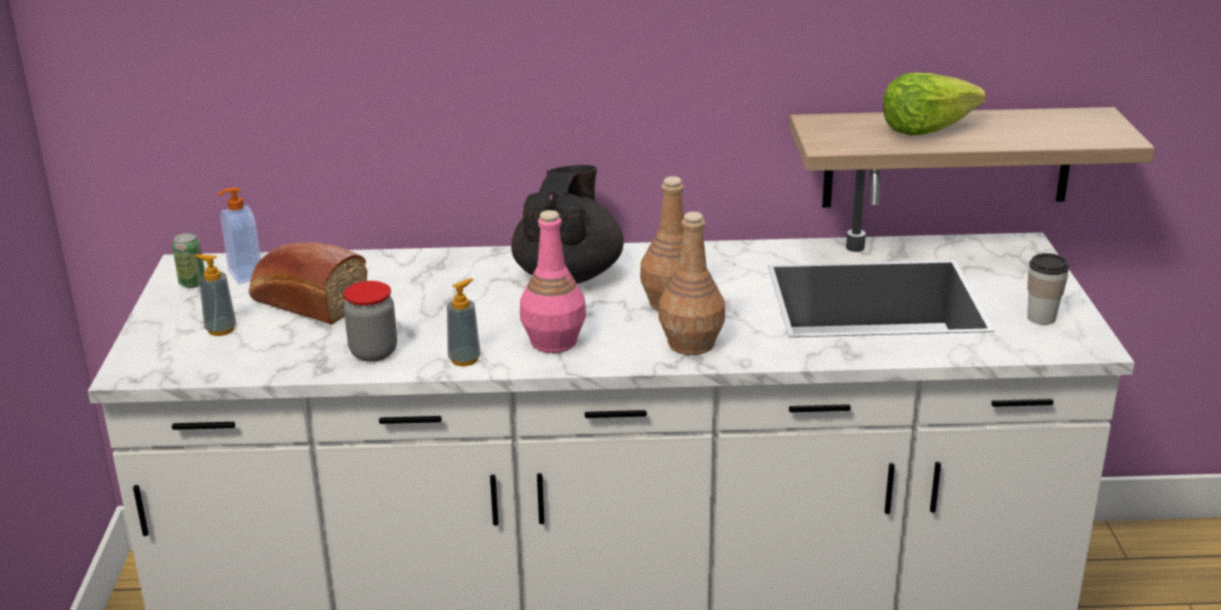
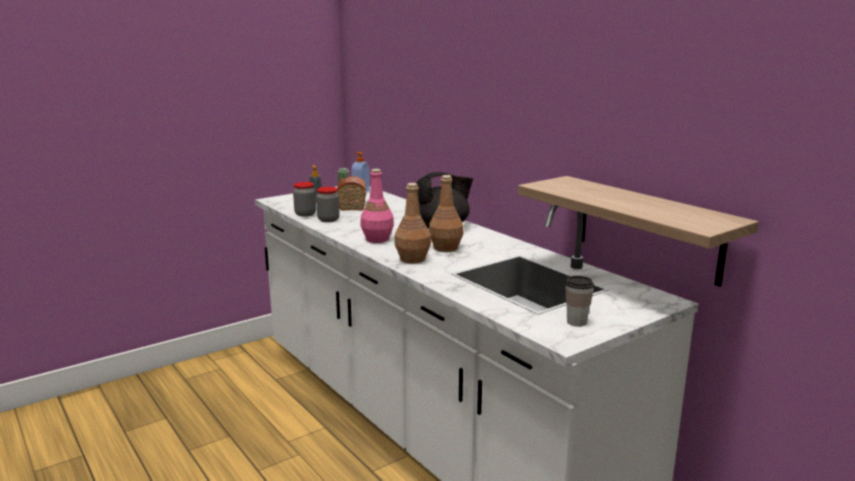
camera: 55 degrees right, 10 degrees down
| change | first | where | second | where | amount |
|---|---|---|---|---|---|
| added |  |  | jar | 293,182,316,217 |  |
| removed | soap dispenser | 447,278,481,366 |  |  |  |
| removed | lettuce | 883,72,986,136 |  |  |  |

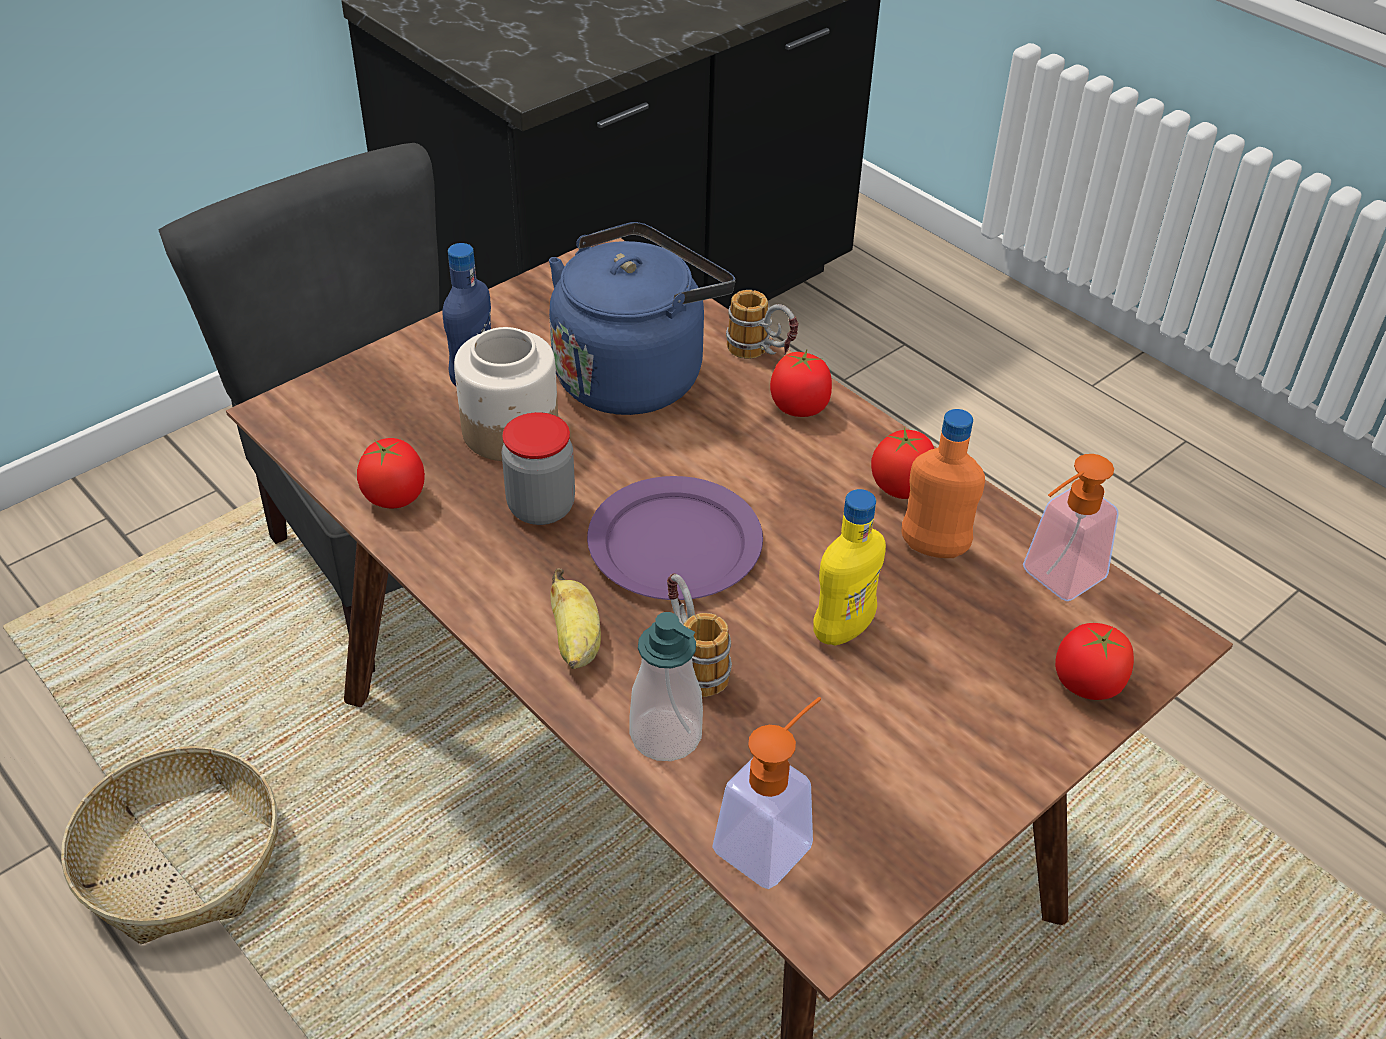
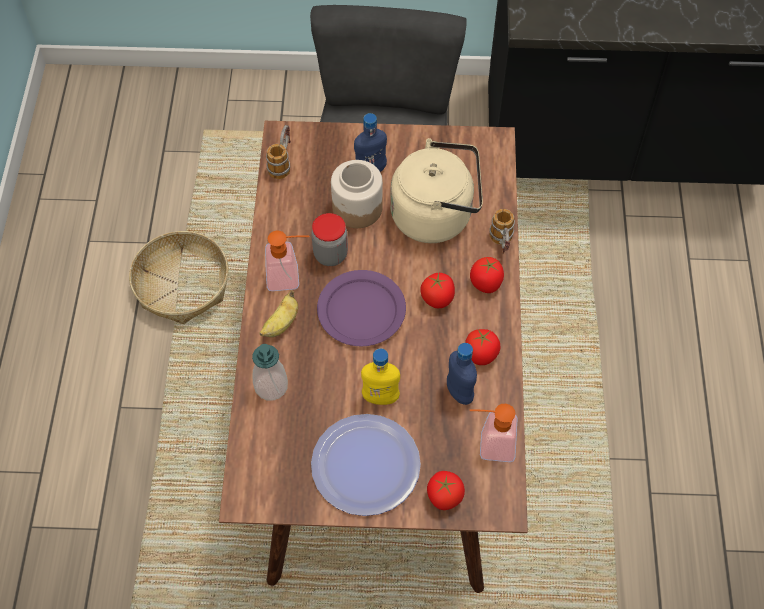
camera: 45 degrees right, 15 degrees up
| change | first | where | second | where | amount |
|---|---|---|---|---|---|
| moved | soap dispenser | 712,697,821,889 |  | 265,231,309,291 |  |
| moved | mug | 667,573,732,697 |  | 266,125,291,179 |  |
| added |  |  | plate | 311,414,421,516 |  |
| recoloured | kettle (blue) | 549,222,735,415 | kettle (beige) | 390,138,483,243 |  |
| moved | tomato | 357,438,425,508 |  | 420,273,455,308 |  |
| recoloured | bottle (orange) | 902,409,985,558 | bottle (blue) | 447,343,477,405 |  |

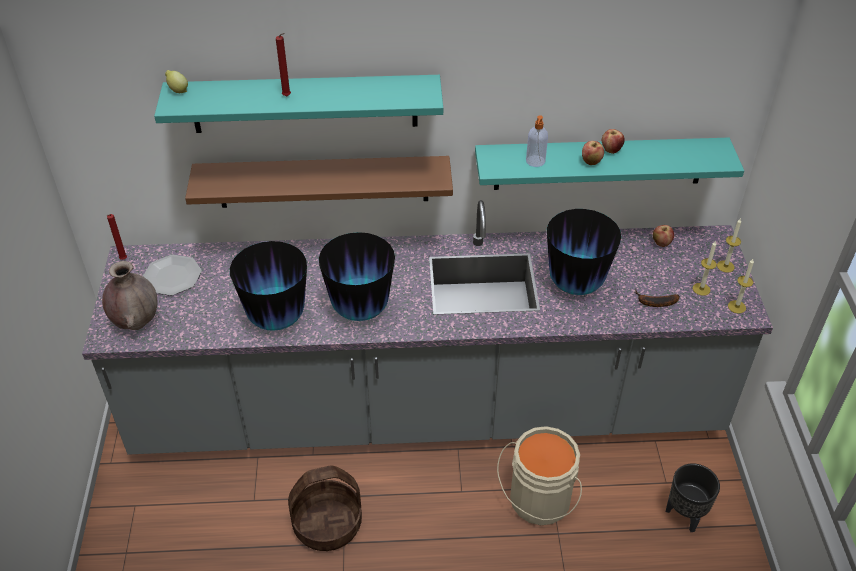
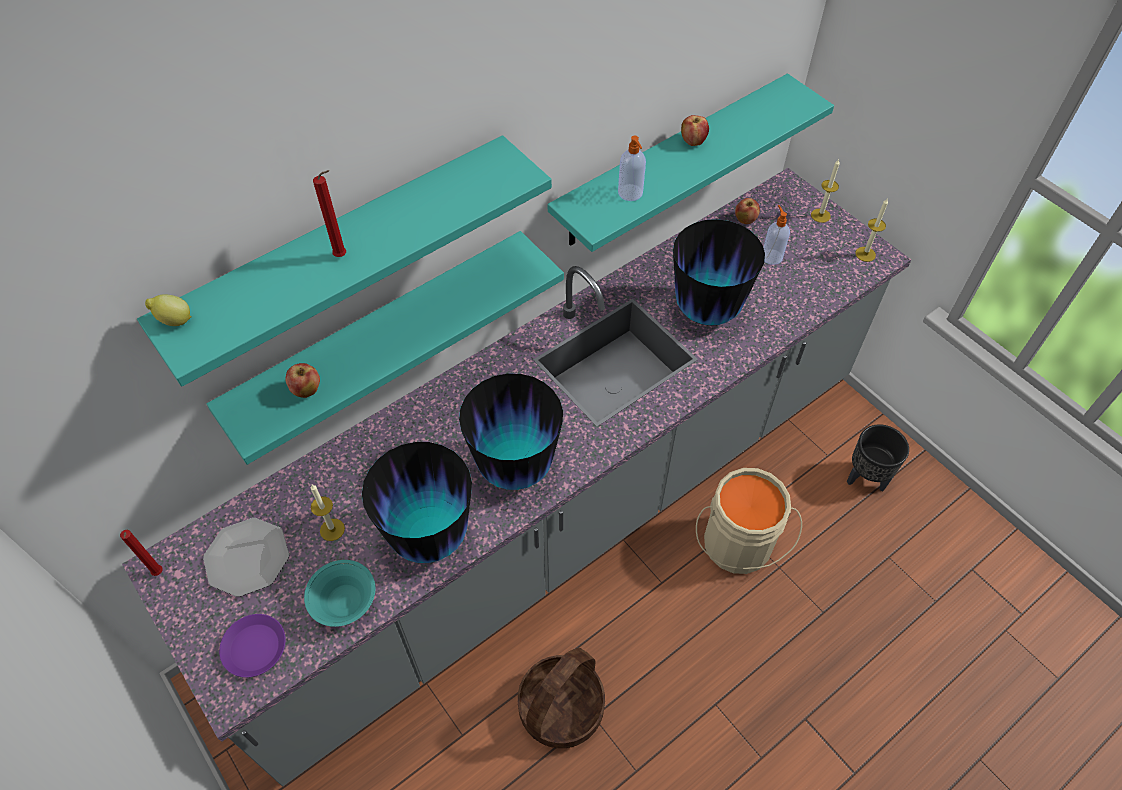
camera: 35 degrees left, 10 degrees up
| change | first | where | second | where | amount |
|---|---|---|---|---|---|
| recoloured | shelf (brown) | 185,156,453,208 | shelf (turquoise) | 207,231,564,465 |  |
| replaced | vase (brown) | 102,261,157,330 | plate (purple) | 219,614,286,677 |  |
| moved | apple | 582,141,604,165 |  | 285,363,320,398 |  |
| added |  |  | bowl (turquoise) | 304,560,375,627 |  |
| moved | candle | 693,241,717,296 |  | 311,485,345,541 |  |
| added |  |  | soap dispenser | 763,205,790,265 |  |
| removed | banana | 635,291,680,307 |  |  |  |

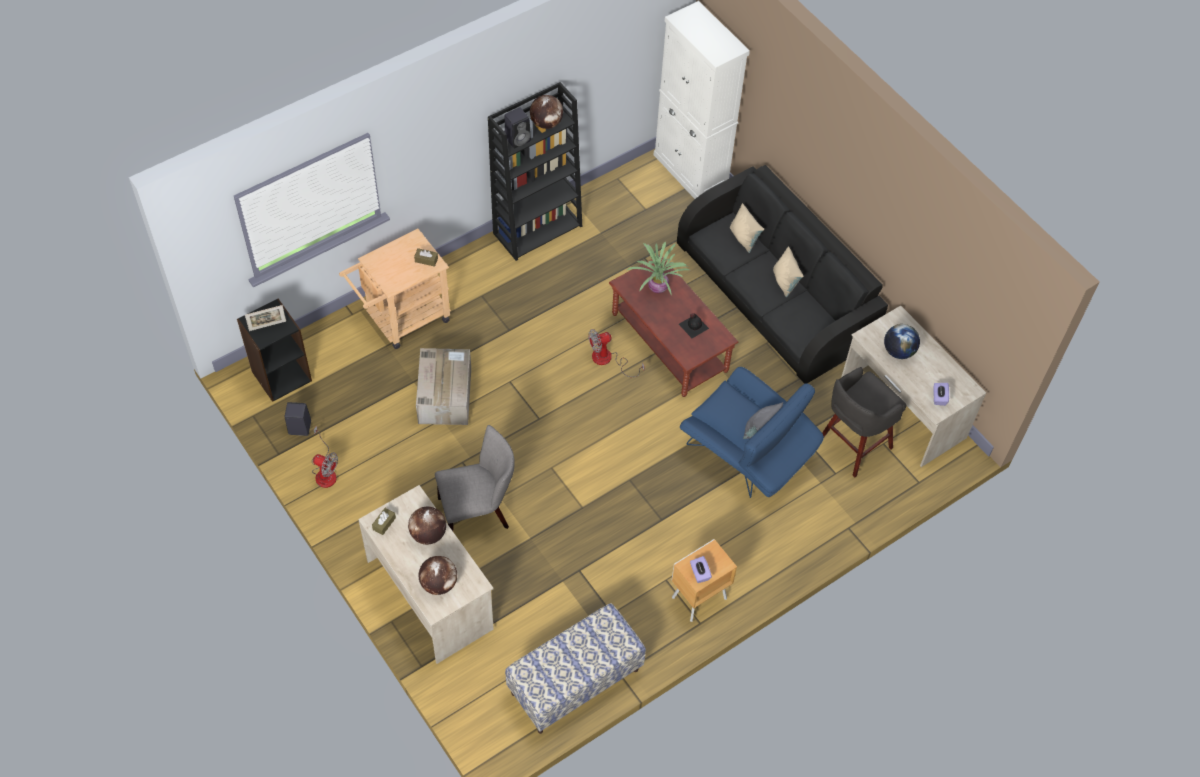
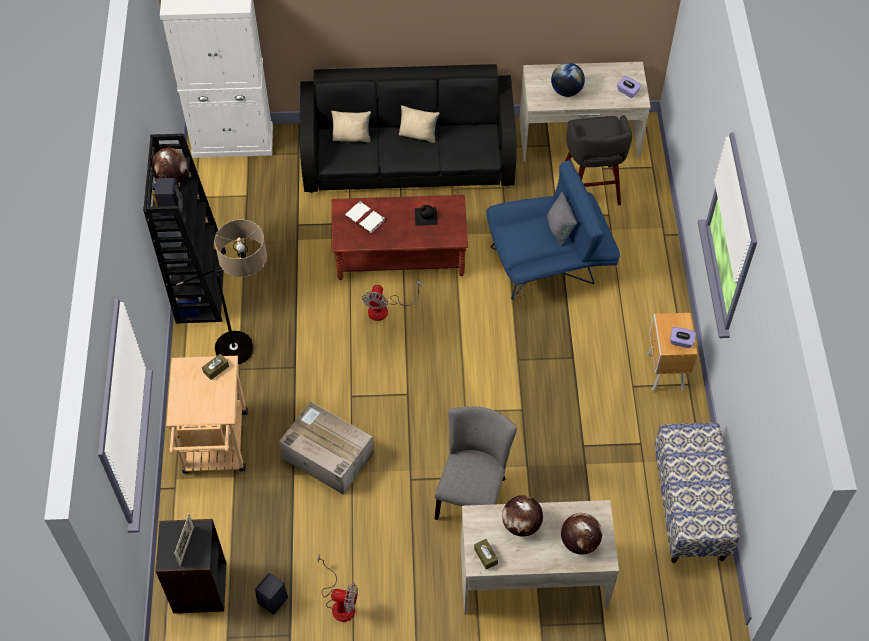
camera: 55 degrees left, 0 degrees up
| change | first | where | second | where | amount |
|---|---|---|---|---|---|
| added |  |  | floor lamp | 176,219,267,364 |  |
| turned | fan | 312,426,338,488 |  | 318,555,358,622 | 45 degrees clockwise |
| replaced | potted plant | 627,242,690,294 | book (white) | 345,201,385,233 |  |

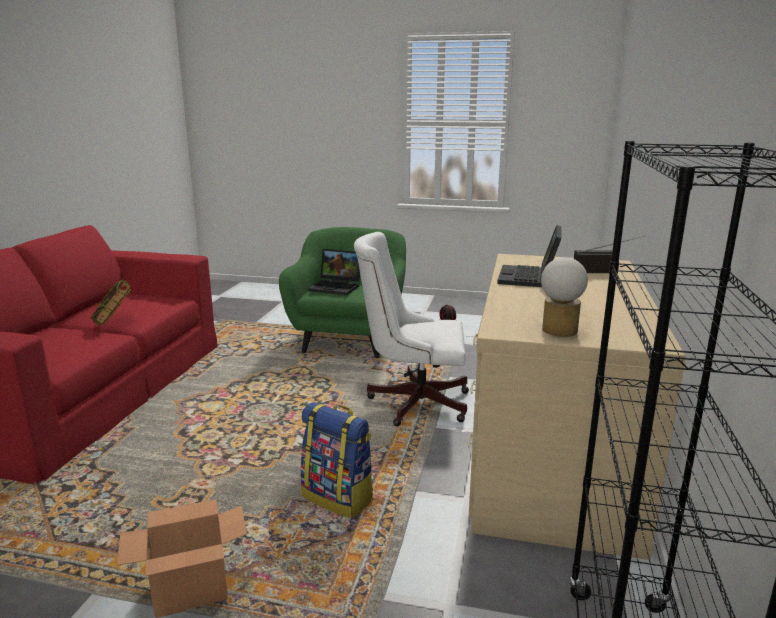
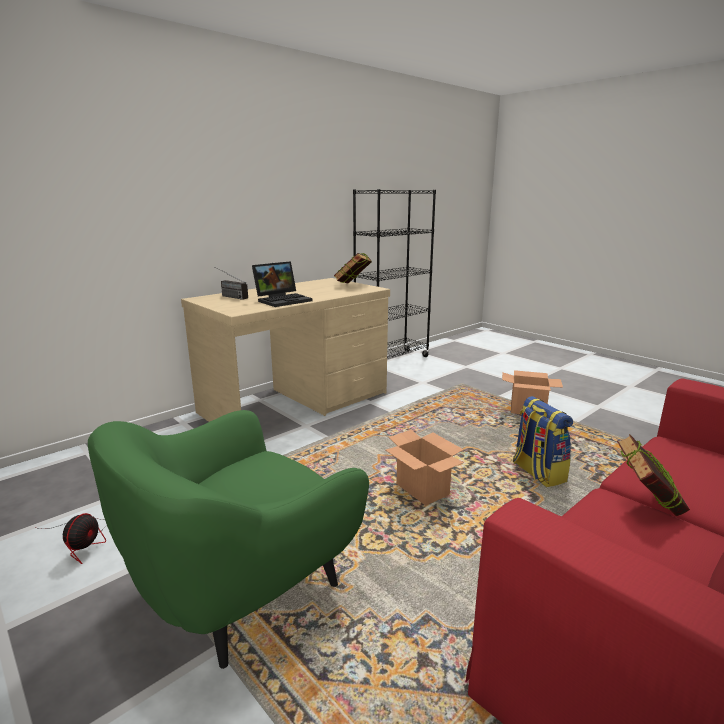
camera: 145 degrees left, 0 degrees up
| change | first | where | second | where | amount |
|---|---|---|---|---|---|
| replaced | table lamp | 541,257,588,337 | book | 334,253,372,283 |  |
| added |  |  | cardboard box | 386,430,464,505 |  |
| moved | backpack | 300,402,373,518 |  | 513,396,573,487 |  |
| removed | laptop | 308,249,360,295 |  |  |  |
| removed | office chair (white) | 354,232,469,426 |  |  |  |

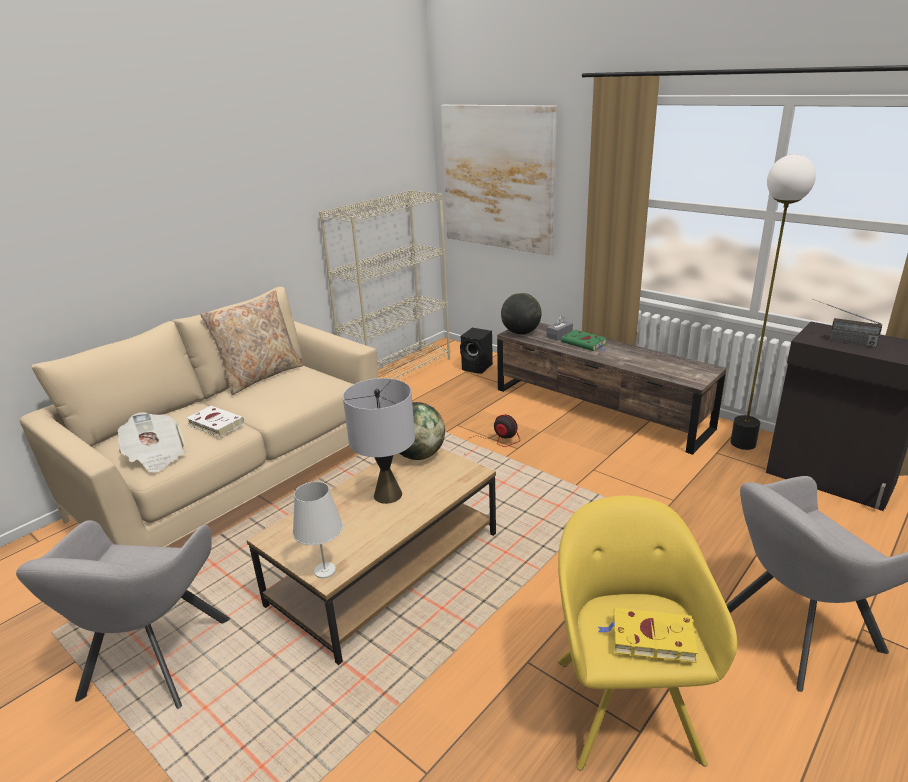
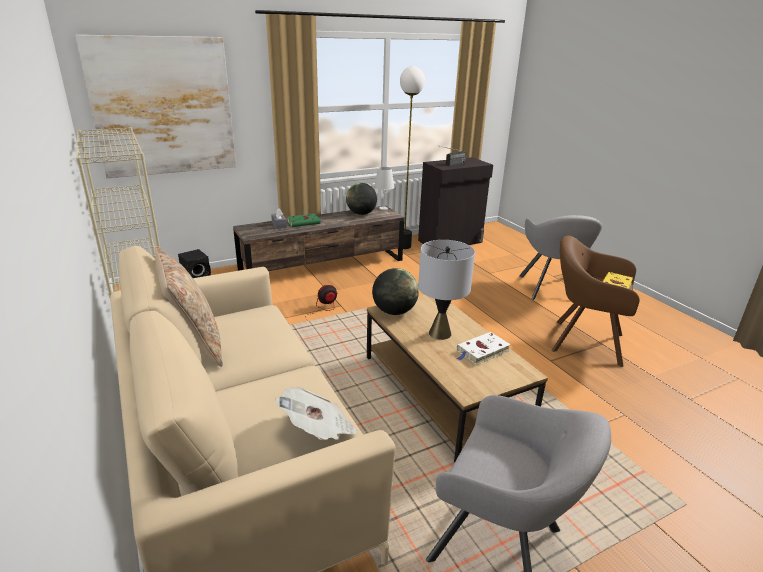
camera: 70 degrees left, 0 degrees up
| change | first | where | second | where | amount |
|---|---|---|---|---|---|
| moved | globe | 501,293,542,335 |  | 346,183,377,215 |  |
| moved | table lamp (white) | 293,481,343,579 |  | 374,167,395,210 |  |
| moved | book (white) | 186,406,244,437 |  | 456,332,511,365 |  |
| recoloured | armchair (yellow) | 558,495,737,770 | armchair (brown) | 551,235,640,367 |  |

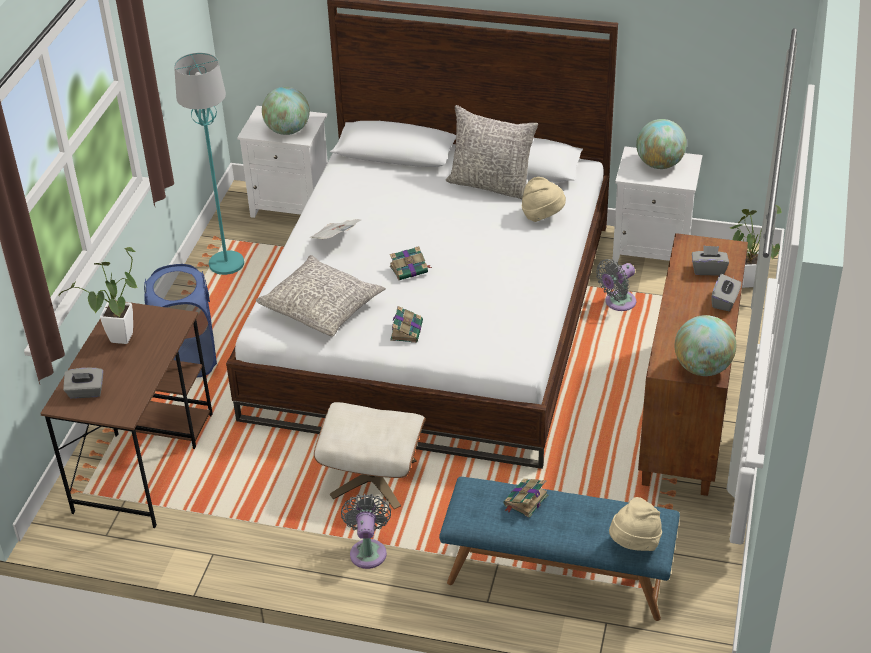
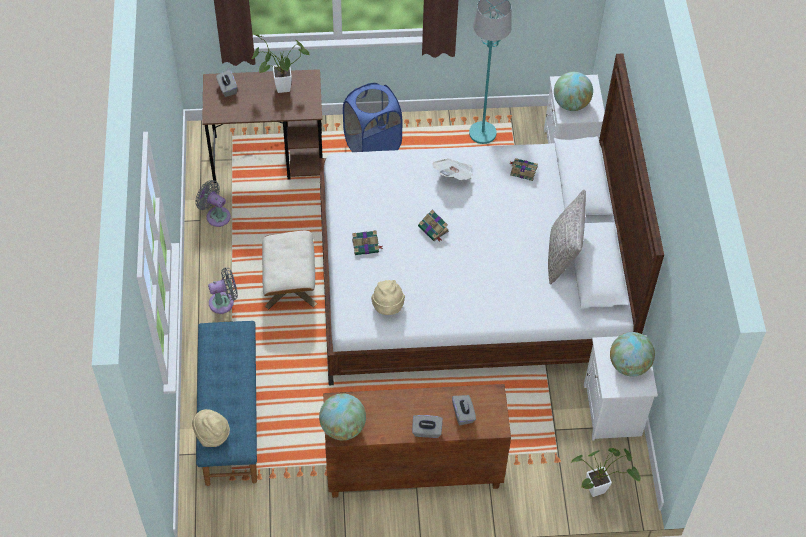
camera: 70 degrees right, 15 degrees up
| change | first | where | second | where | amount |
|---|---|---|---|---|---|
| moved | fan (grey) | 596,259,636,311 |  | 195,180,231,227 |  |
| moved | hat (beige) | 522,177,566,222 |  | 371,280,405,315 |  |
| moved | book | 503,479,548,518 |  | 510,158,538,181 |  |
| removed | pillow (grey) | 256,255,386,336 |  |  |  |

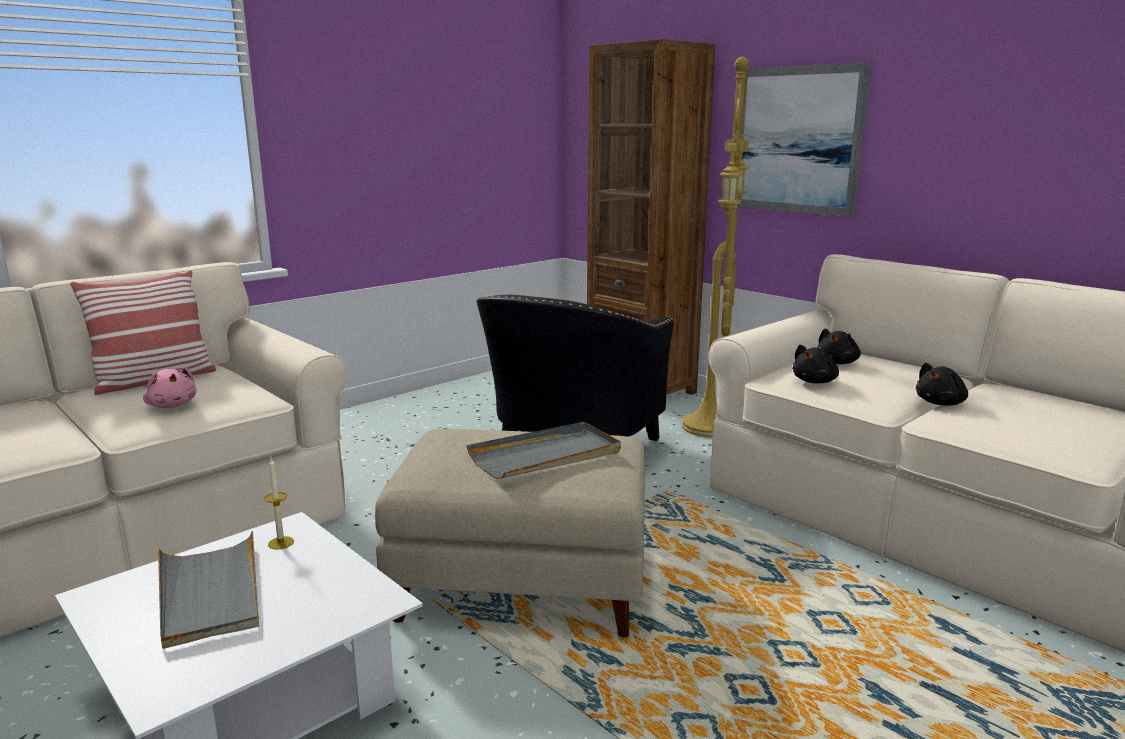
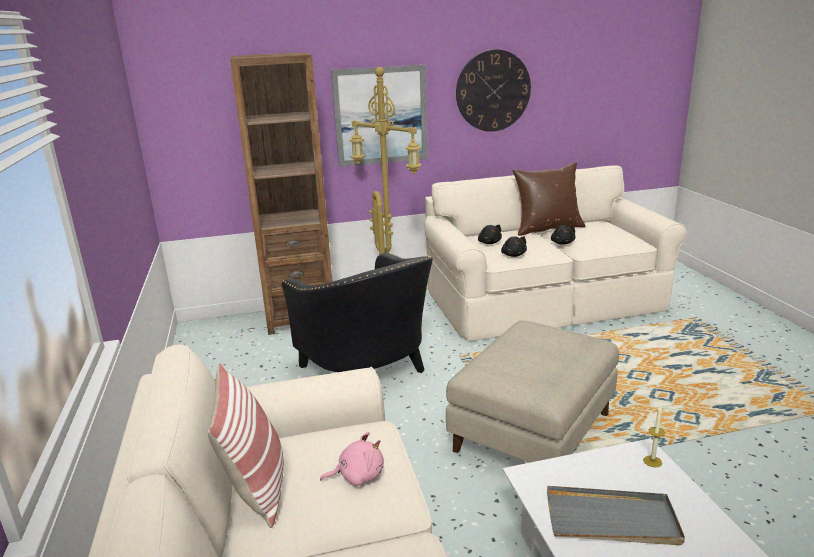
camera: 60 degrees left, 5 degrees up
| change | first | where | second | where | amount |
|---|---|---|---|---|---|
| added |  |  | wall clock | 456,49,531,132 |  |
| added |  |  | pillow (brown) | 512,162,586,236 |  |
| moved | candle | 264,458,294,550 |  | 643,406,665,467 |  |
| removed | tray (grey) | 466,422,621,479 |  |  |  |

